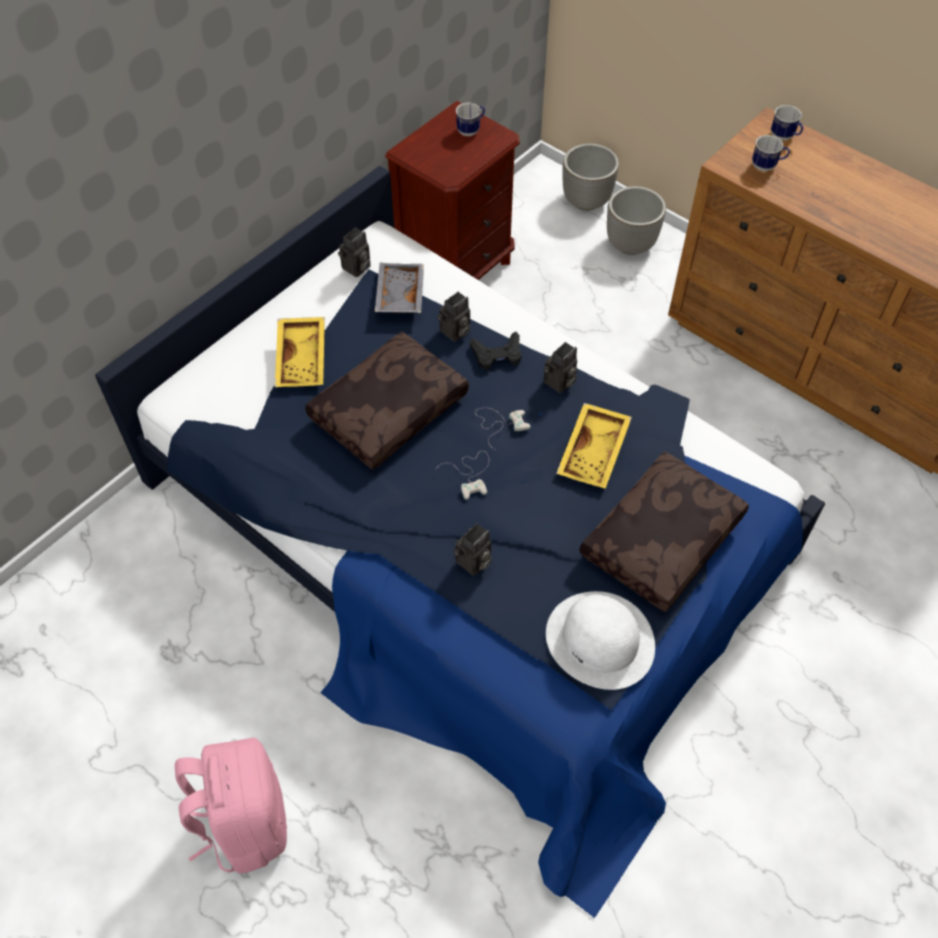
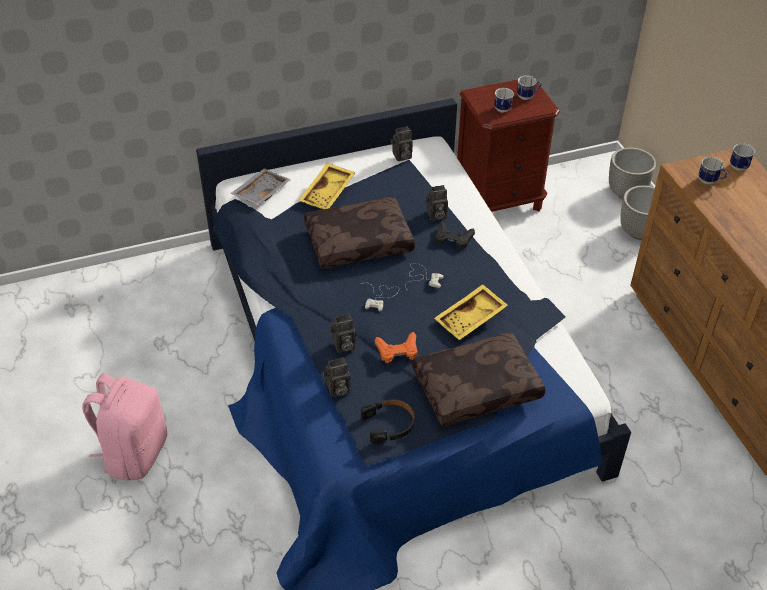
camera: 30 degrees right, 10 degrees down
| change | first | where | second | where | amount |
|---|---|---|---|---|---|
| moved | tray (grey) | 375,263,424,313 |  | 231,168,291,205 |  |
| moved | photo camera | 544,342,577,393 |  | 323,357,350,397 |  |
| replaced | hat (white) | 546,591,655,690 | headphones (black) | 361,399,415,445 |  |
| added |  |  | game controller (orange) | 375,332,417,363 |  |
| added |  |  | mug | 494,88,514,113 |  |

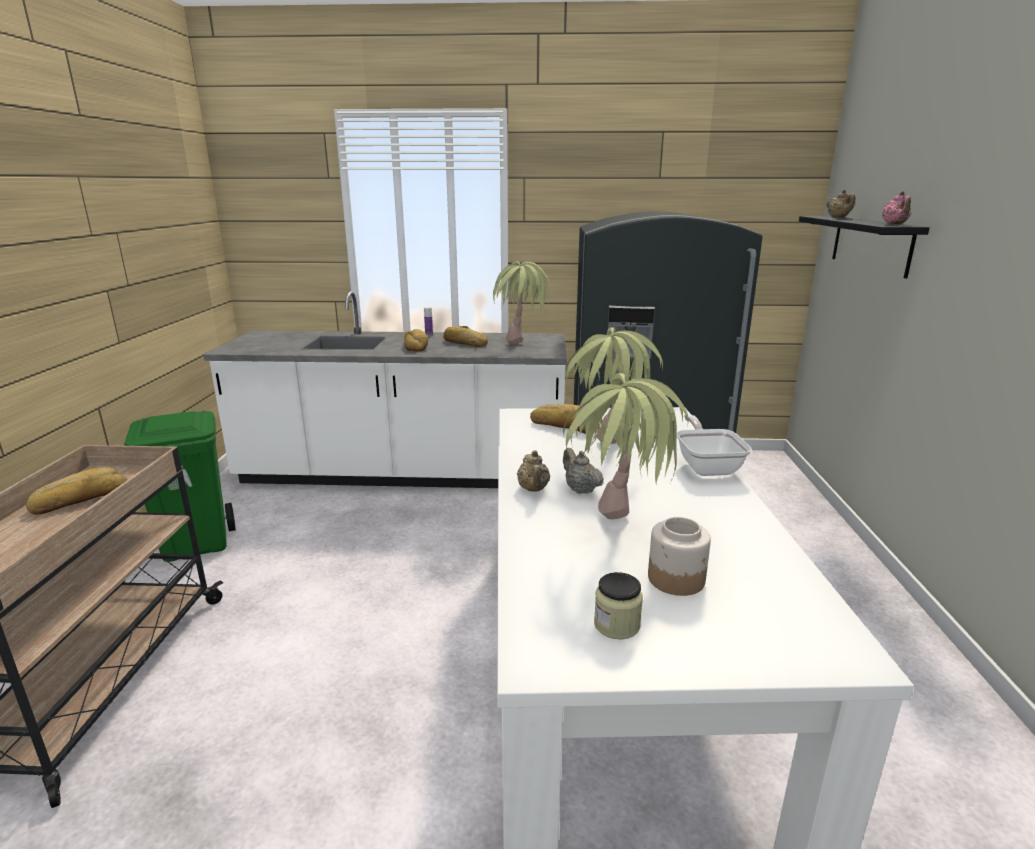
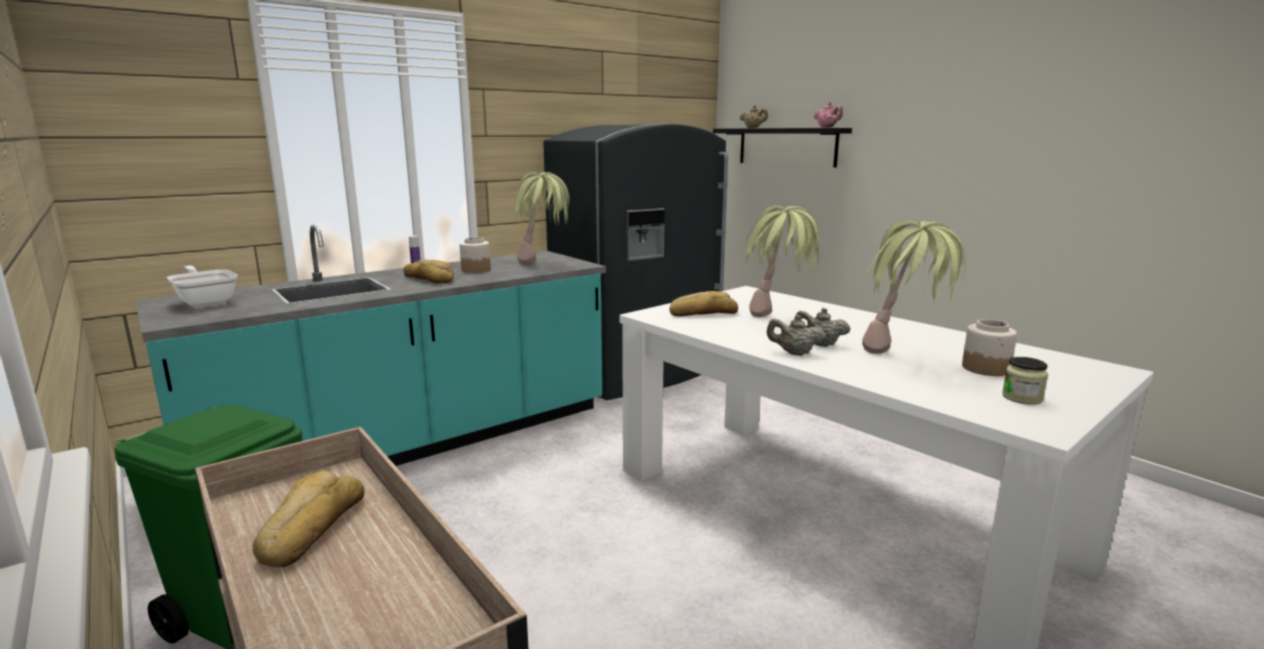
camera: 40 degrees left, 5 degrees down
| change | first | where | second | where | amount |
|---|---|---|---|---|---|
| recoloured | counter (white) | 203,291,567,488 | counter (turquoise) | 135,224,606,466 |  |
| moved | frying pan | 677,414,752,476 |  | 167,266,238,307 |  |
| replaced | bread | 443,326,488,347 | jar | 460,237,491,273 |  |
| turned | teapot (beige) | 517,450,550,491 |  | 767,315,826,356 | 150 degrees clockwise |

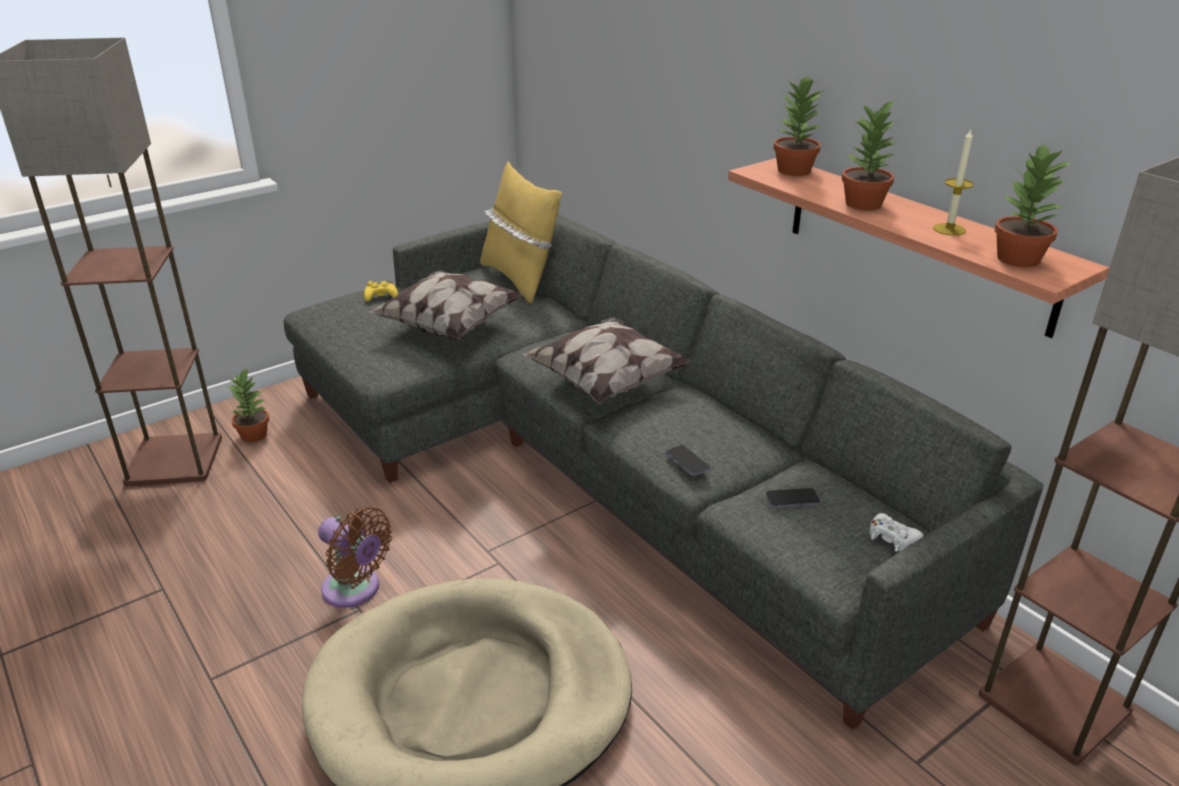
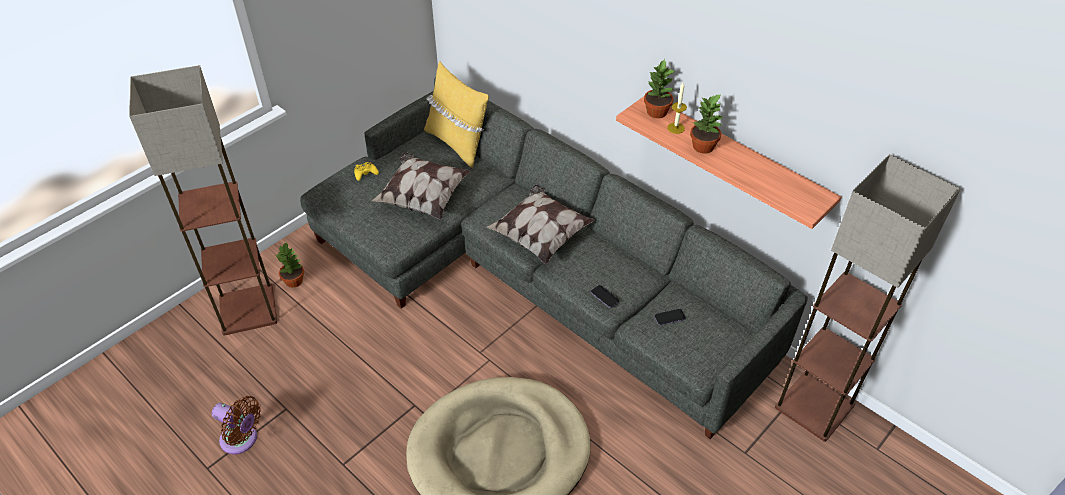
camera: 10 degrees left, 15 degrees up
| change | first | where | second | where | amount |
|---|---|---|---|---|---|
| moved | fan (brown) | 318,507,392,608 |  | 212,396,261,455 |  |
| moved | candle | 933,129,974,236 |  | 667,83,687,134 |  |
| removed | game controller (white) | 870,513,923,552 |  |  |  |
| removed | potted plant | 995,143,1073,267 |  |  |  |

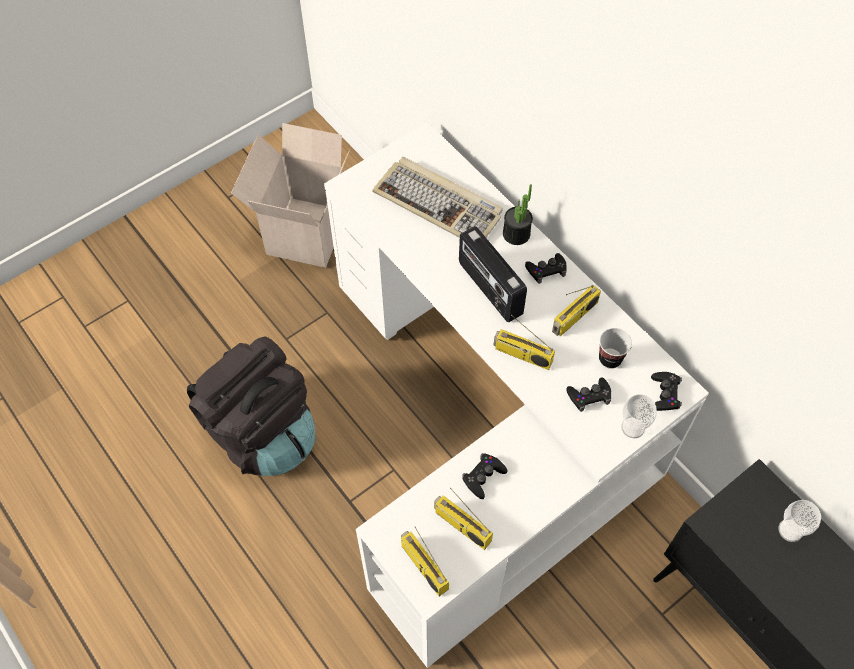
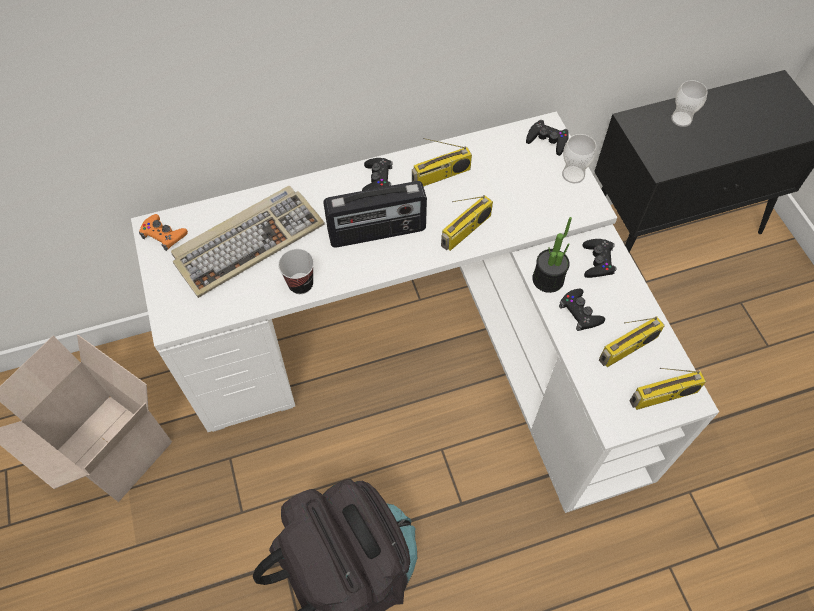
camera: 70 degrees left, 0 degrees up
| change | first | where | second | where | amount |
|---|---|---|---|---|---|
| added |  |  | game controller (orange) | 139,214,188,251 |  |
| moved | cup | 599,328,632,369 |  | 278,249,314,294 |  |
| turned | radio | 552,285,601,336 |  | 412,138,472,187 | 90 degrees clockwise |
| moved | potted plant | 503,184,533,245 |  | 532,217,572,293 |  |
| moved | game controller (black) | 566,378,611,412 |  | 582,239,617,278 |  |

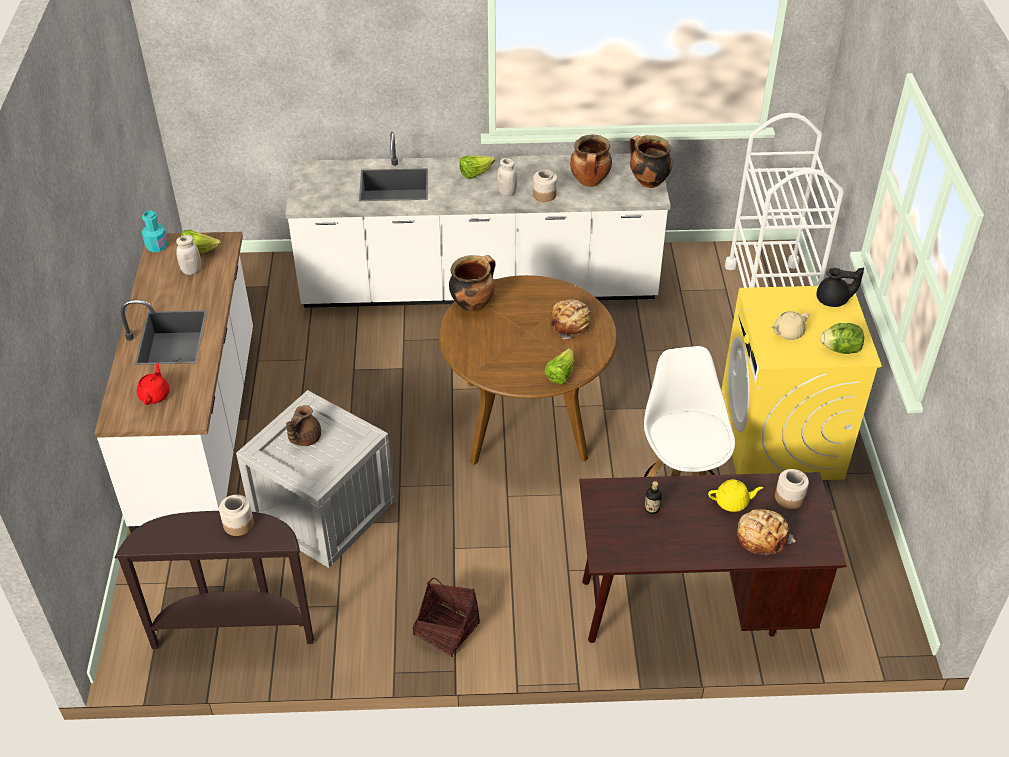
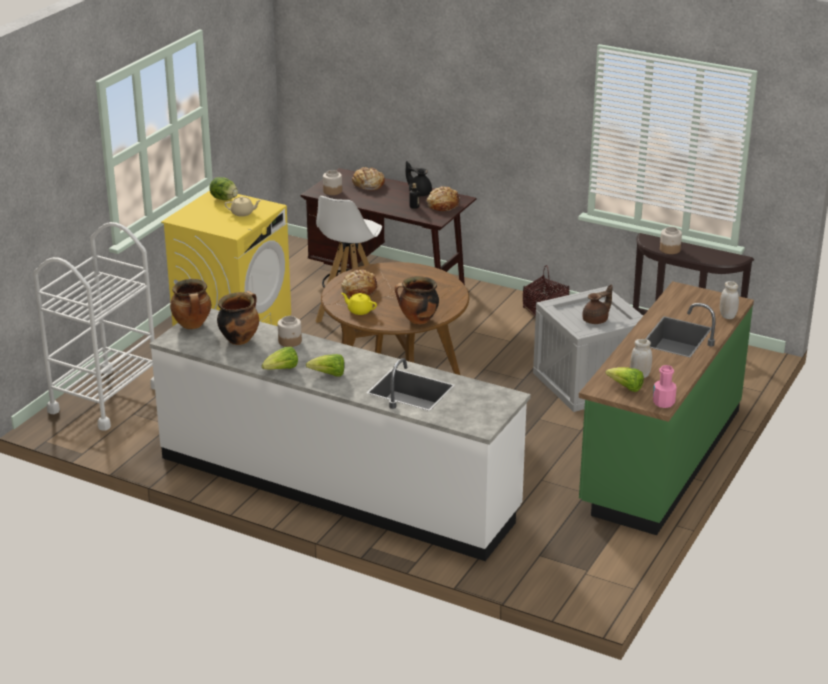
camera: 150 degrees left, 15 degrees down
| change | first | where | second | where | amount |
|---|---|---|---|---|---|
| moved | lettuce | 544,348,574,384 |  | 262,347,298,369 |  |
| moved | teapot (yellow) | 708,480,763,512 |  | 341,293,377,315 |  |
| moved | teapot (black) | 817,267,864,307 |  | 406,161,432,196 |  |
| added |  |  | bread | 427,186,460,211 |  |
| recoloured | counter (white) | 95,232,253,533 | counter (green) | 579,281,754,535 |  |
| recoloured | bottle (turquoise) | 142,210,168,252 | bottle (pink) | 653,365,677,408 |  |
| moved | jar (white) | 497,158,517,196 |  | 720,281,739,319 |  |
| removed | teapot (red) | 137,363,170,405 |  |  |  |

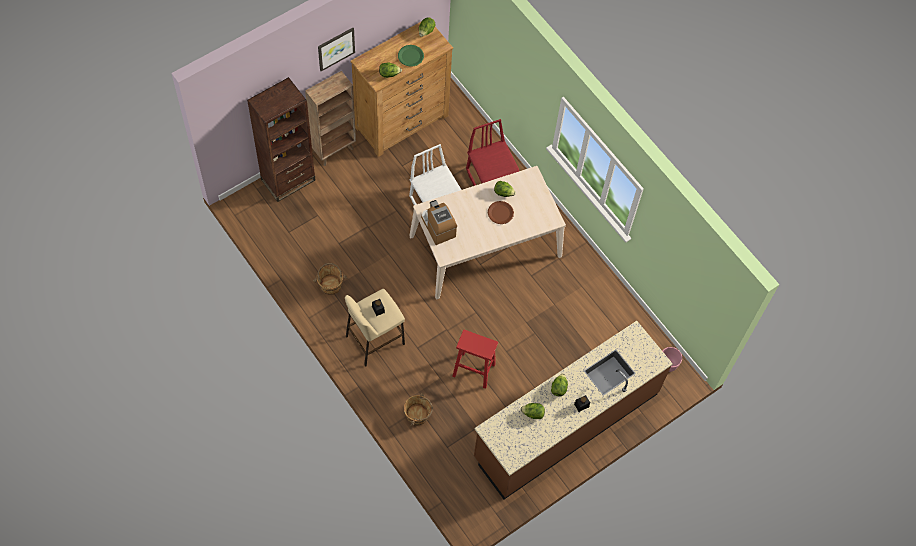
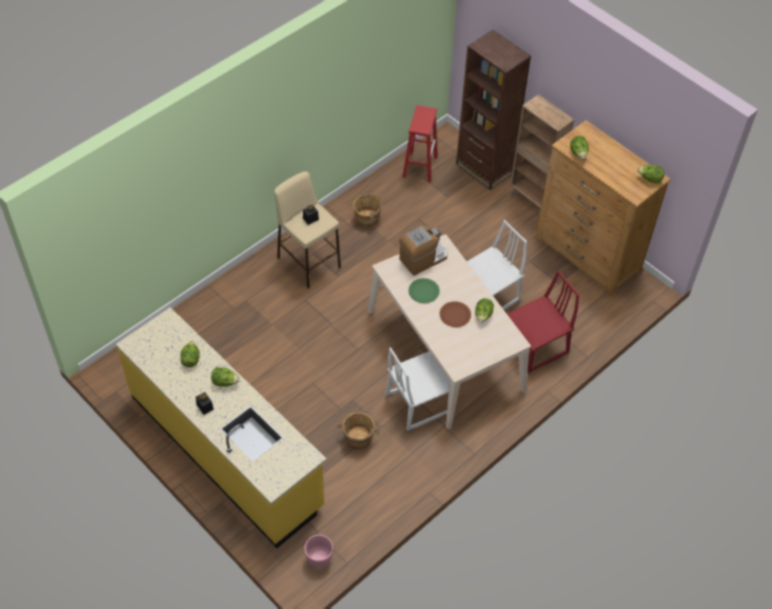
camera: 85 degrees right, 10 degrees down
| change | first | where | second | where | amount |
|---|---|---|---|---|---|
| recoloured | counter (brown) | 474,321,673,499 | counter (yellow) | 116,307,327,548 |  |
| moved | bucket (brown) | 404,393,433,426 |  | 338,412,379,449 |  |
| added |  |  | chair (white) | 385,347,450,431 |  |
| moved | stool (red) | 452,330,498,389 |  | 403,105,438,182 |  |
| moved | plate (green) | 398,45,424,67 |  | 408,278,440,303 |  |
| removed | picture | 318,28,355,71 |  |  |  |

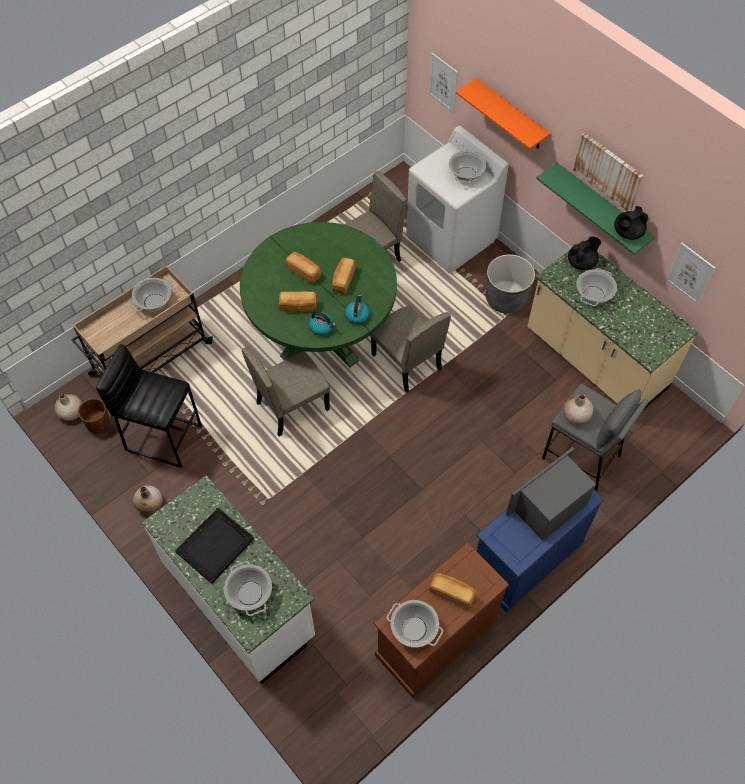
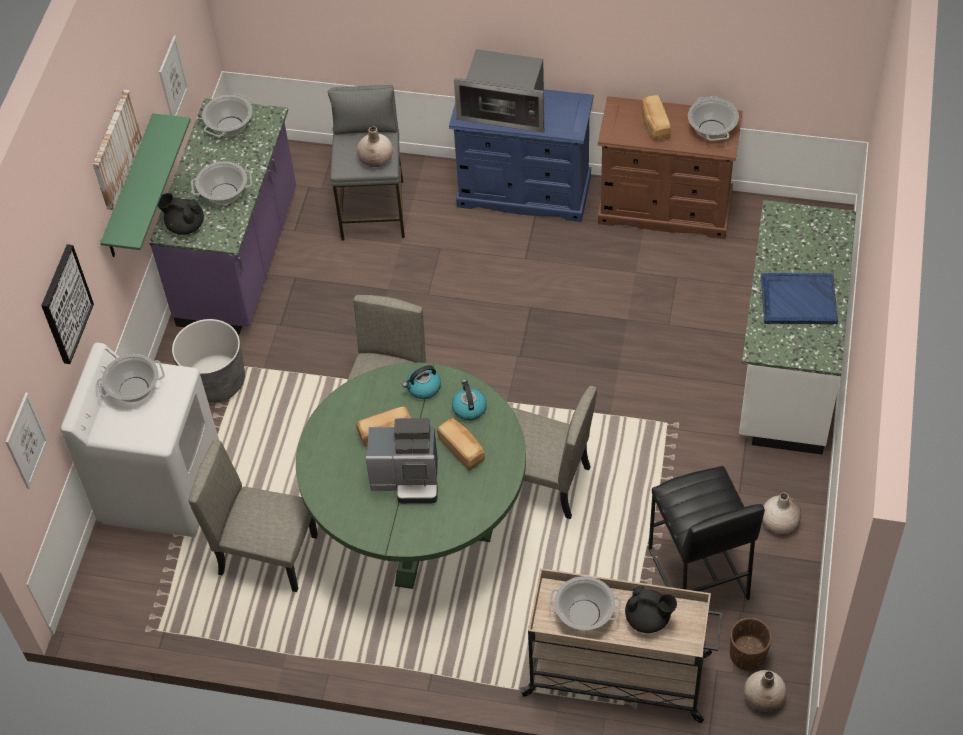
camera: 125 degrees left, 5 degrees down
| change | first | where | second | where | amount |
|---|---|---|---|---|---|
| replaced | shelf (orange) | 456,78,550,150 | picture | 41,244,94,364 |  |
| recoloured | counter (beige) | 528,240,698,409 | counter (purple) | 149,98,296,335 |  |
| moved | cooking pot | 224,561,272,616 |  | 202,93,252,137 |  |
| replaced | bread | 285,252,321,284 | coffee machine | 366,418,438,504 |  |
| moved | teapot (black) | 614,206,648,240 |  | 625,586,677,633 |  |
| recoloured | tray (black) | 175,508,254,584 | tray (blue) | 761,273,838,324 |  |

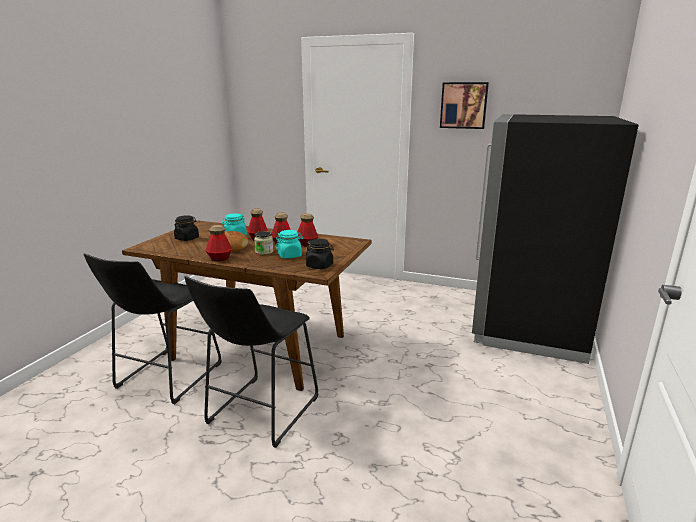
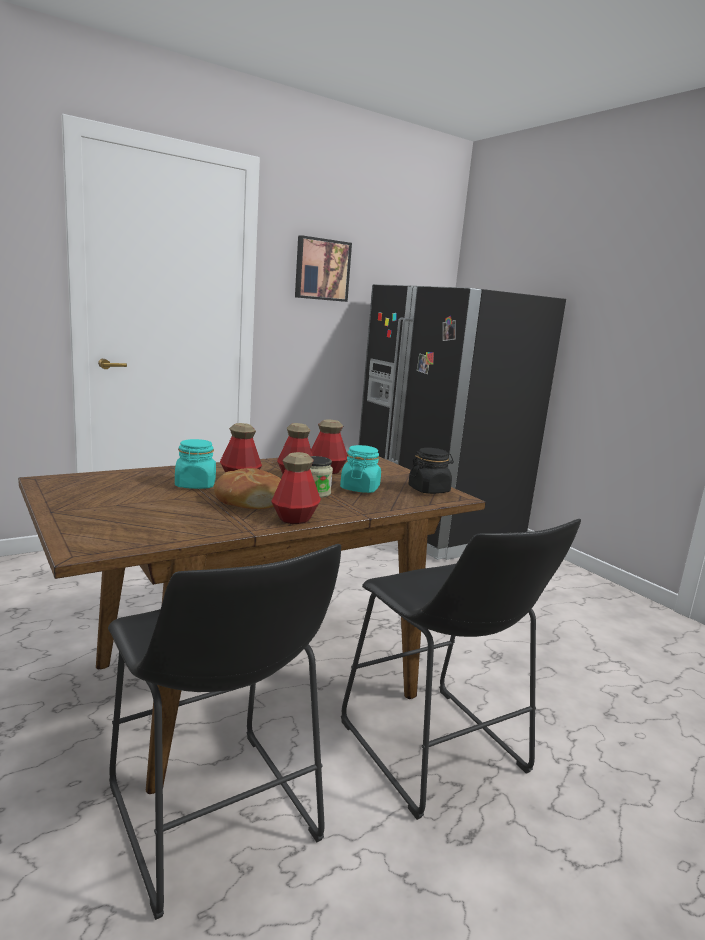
camera: 55 degrees left, 5 degrees down
| change | first | where | second | where | amount |
|---|---|---|---|---|---|
| removed | jar (black) | 174,215,199,241 |  |  |  |

